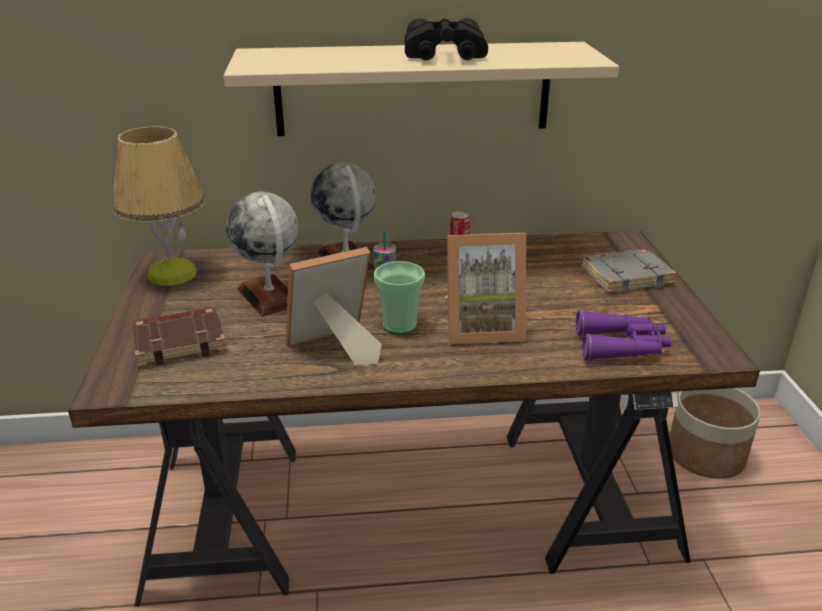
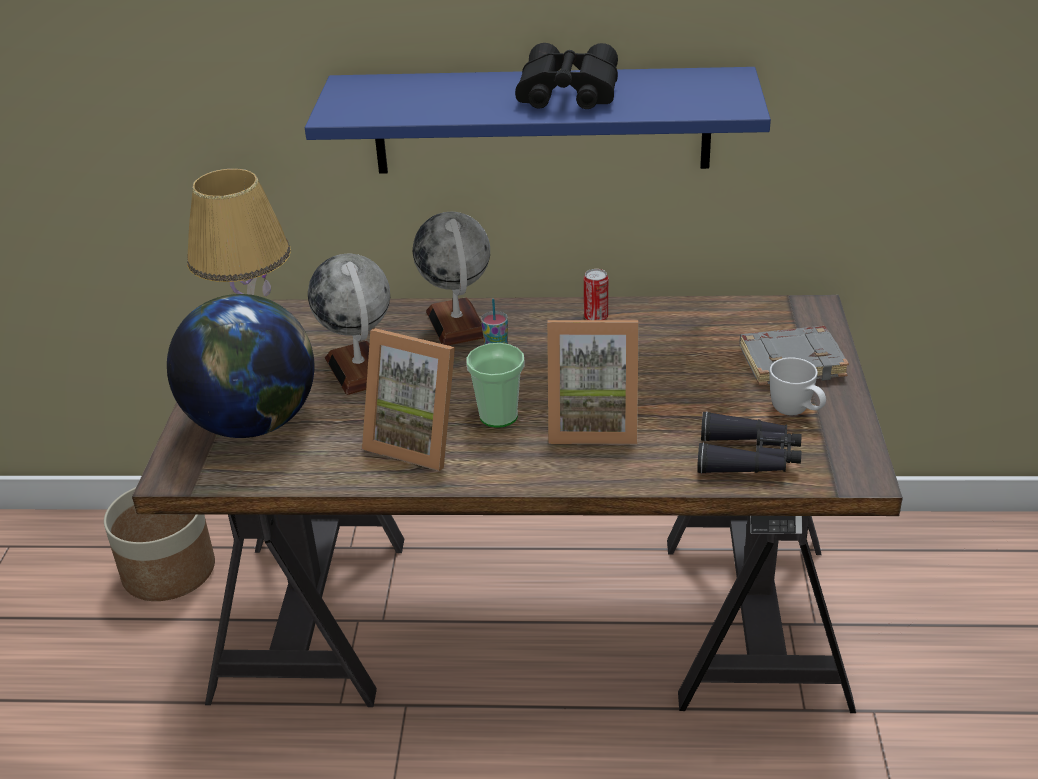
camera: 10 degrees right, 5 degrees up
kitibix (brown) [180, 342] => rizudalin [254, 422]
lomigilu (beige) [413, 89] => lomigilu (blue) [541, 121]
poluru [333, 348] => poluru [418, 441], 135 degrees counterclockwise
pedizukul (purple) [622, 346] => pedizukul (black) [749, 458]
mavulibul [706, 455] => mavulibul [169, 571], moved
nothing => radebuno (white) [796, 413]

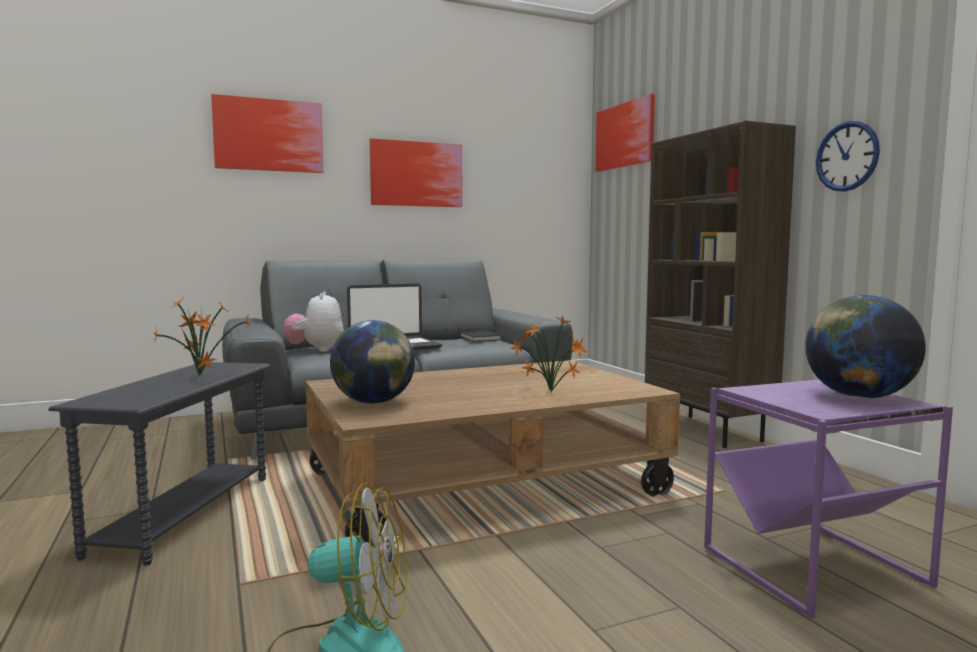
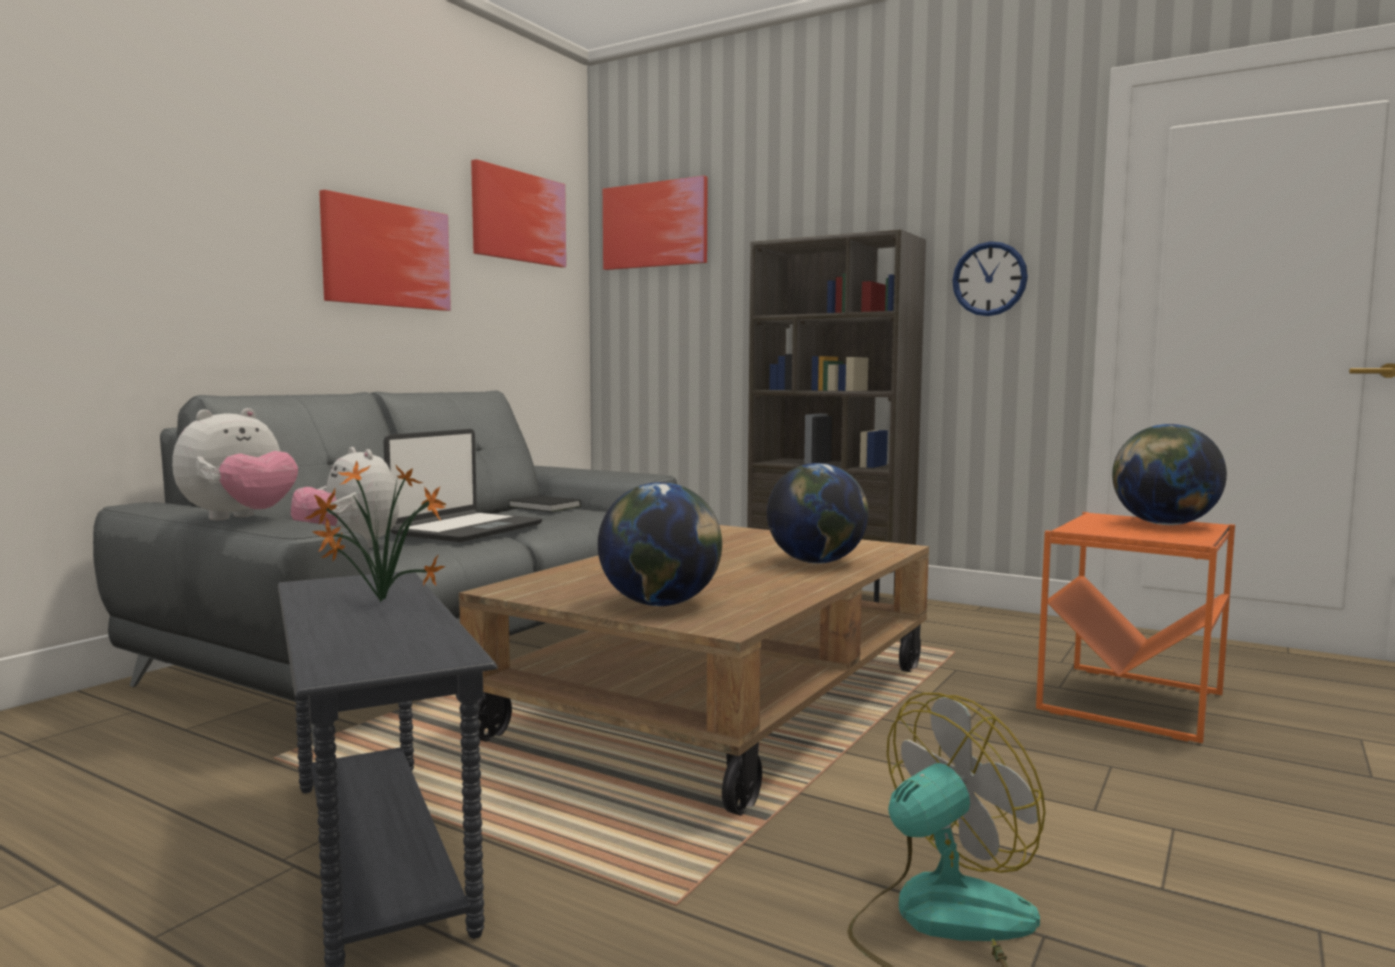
camera: 35 degrees left, 0 degrees up
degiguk [269, 135] => degiguk [519, 217], moved
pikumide [552, 392] => rizudalin [817, 562]
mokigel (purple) [815, 568] => mokigel (orange) [1133, 702]
nothing => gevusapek [240, 518]

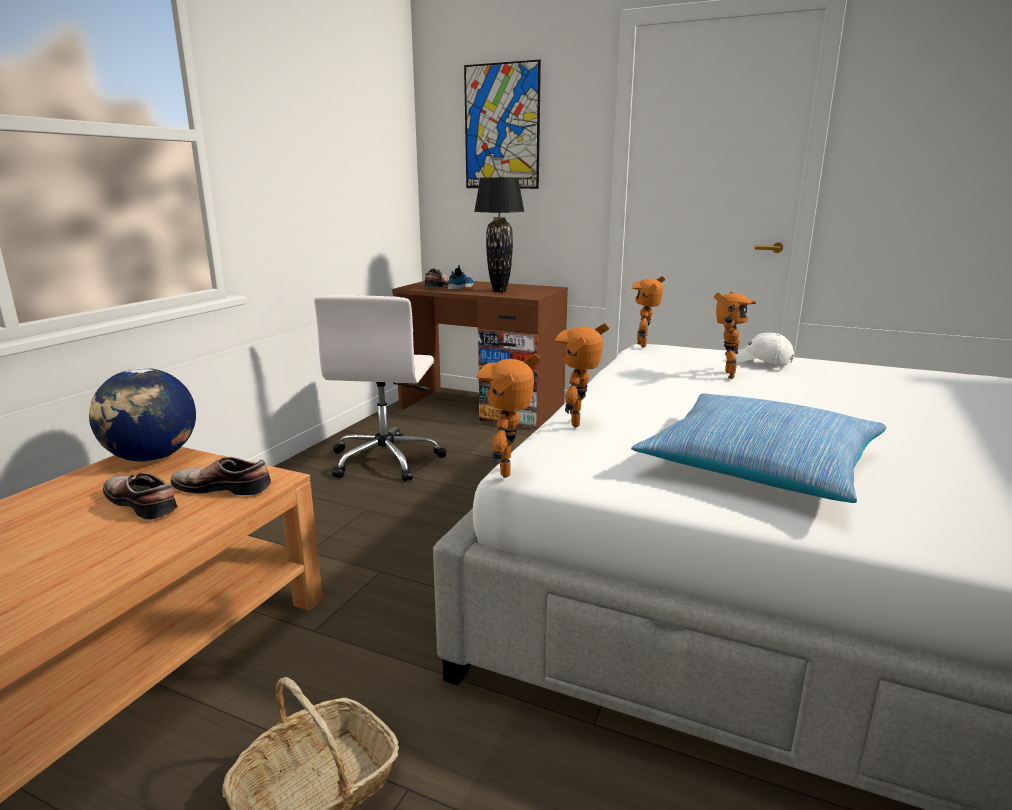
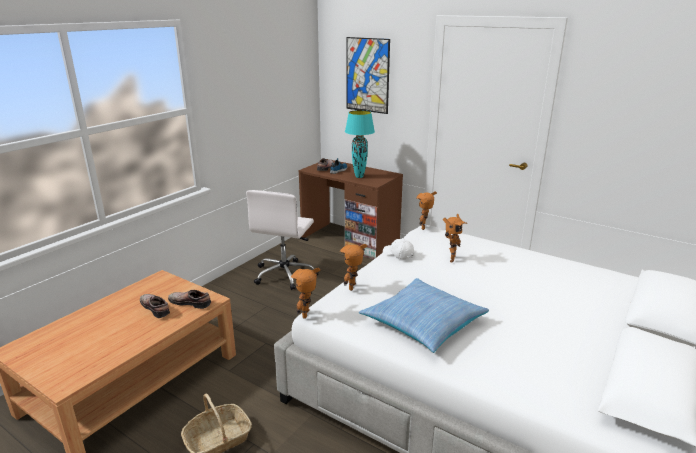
camera: 10 degrees right, 5 degrees up
rizudalin [152, 458] => nothing
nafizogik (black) [499, 291] => nafizogik (turquoise) [359, 176]
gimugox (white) [761, 362] => gimugox (white) [398, 254], moved

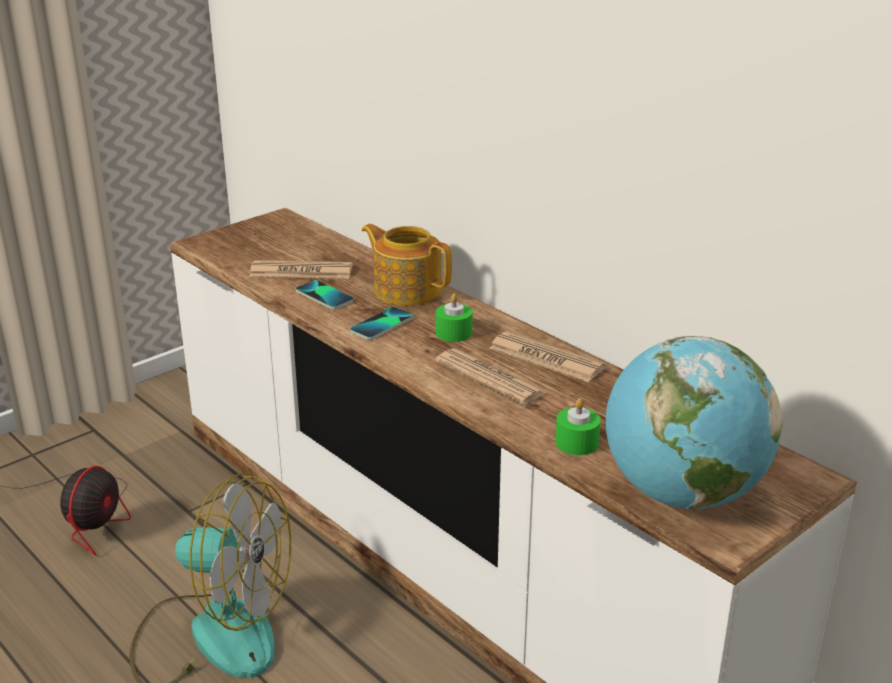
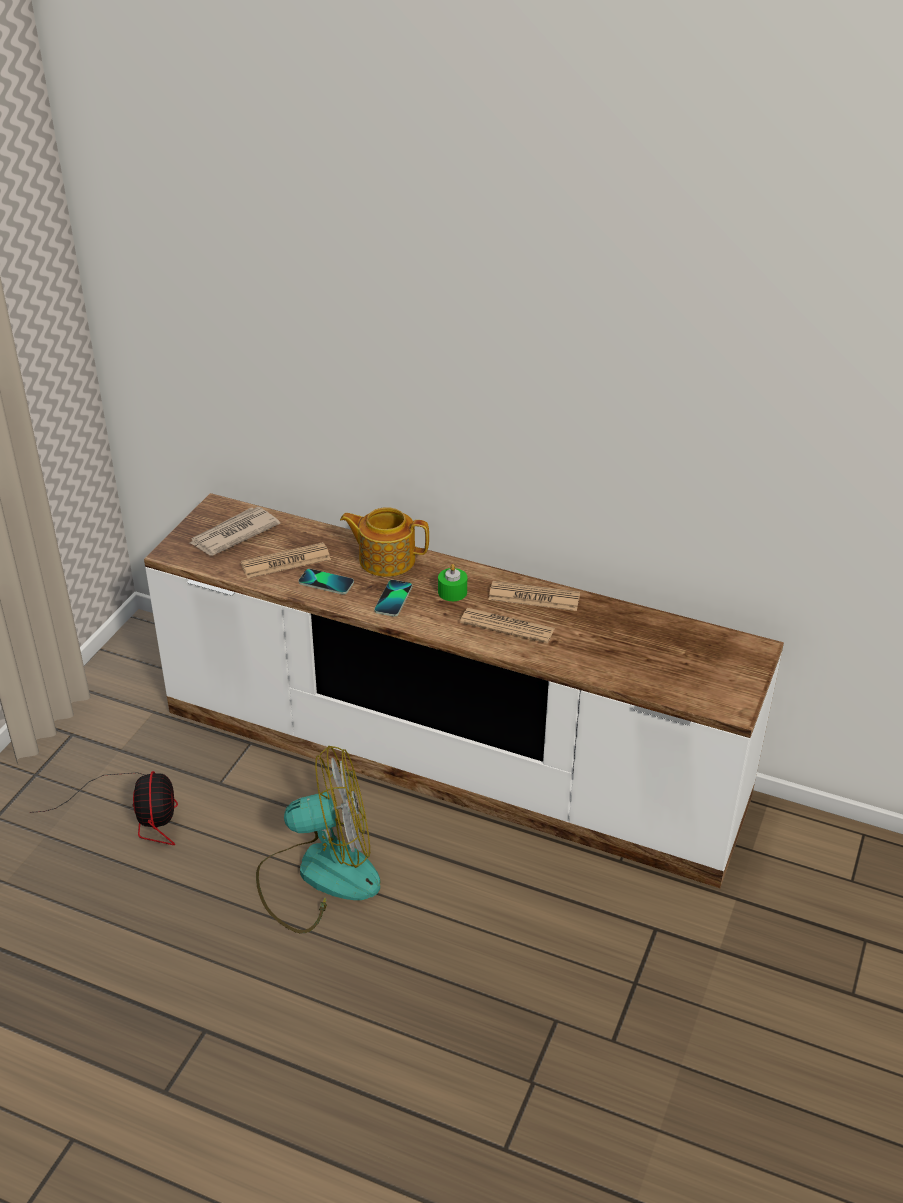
camera: 25 degrees left, 10 degrees up
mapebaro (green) [577, 442] => nothing
rizudalin [682, 494] => nothing
nothing => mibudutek [233, 534]

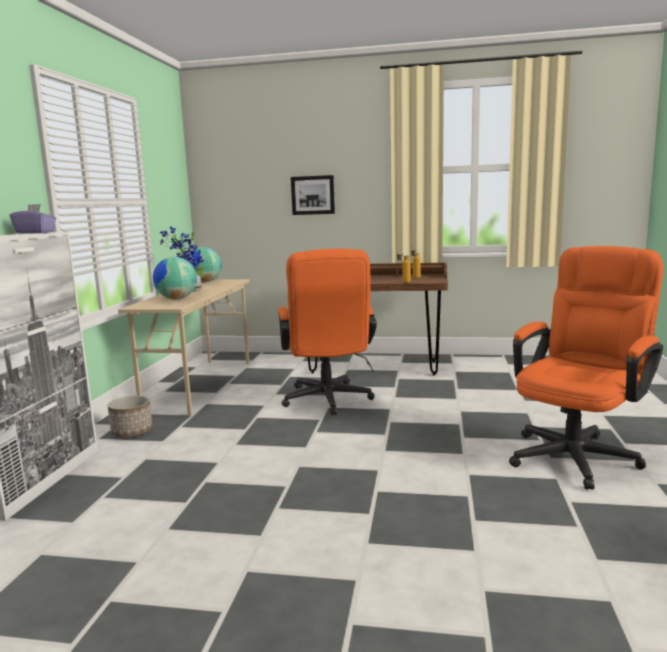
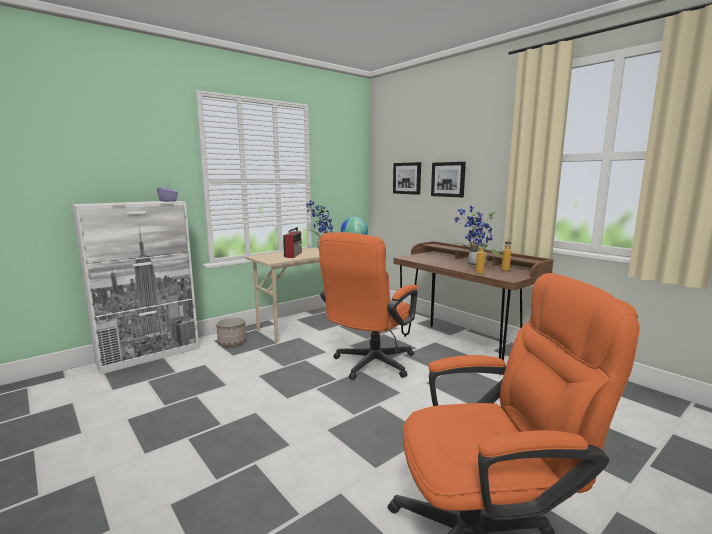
camera: 40 degrees right, 0 degrees up
rizudalin [176, 299] => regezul [293, 255]
nothing => degiguk [407, 178]
nothing => pikumide [475, 266]

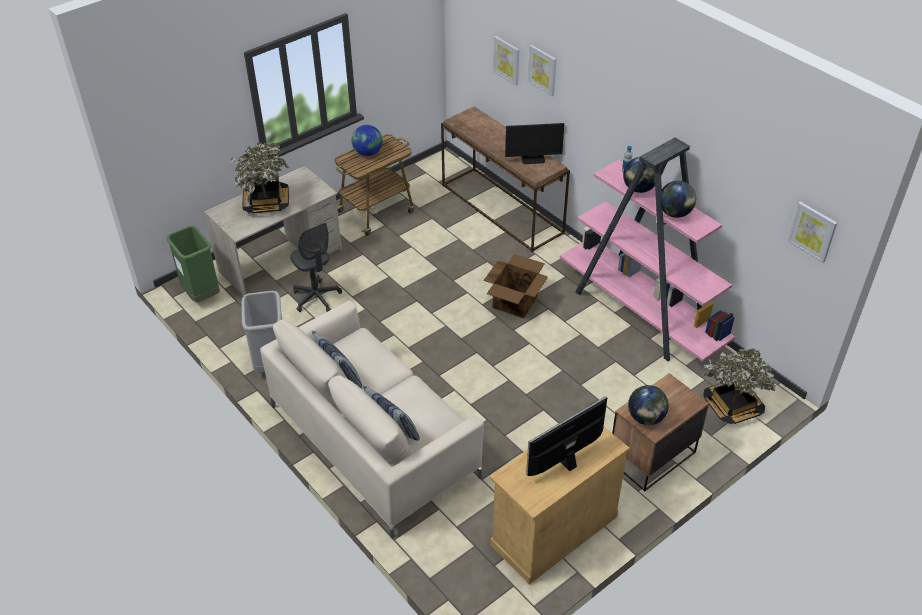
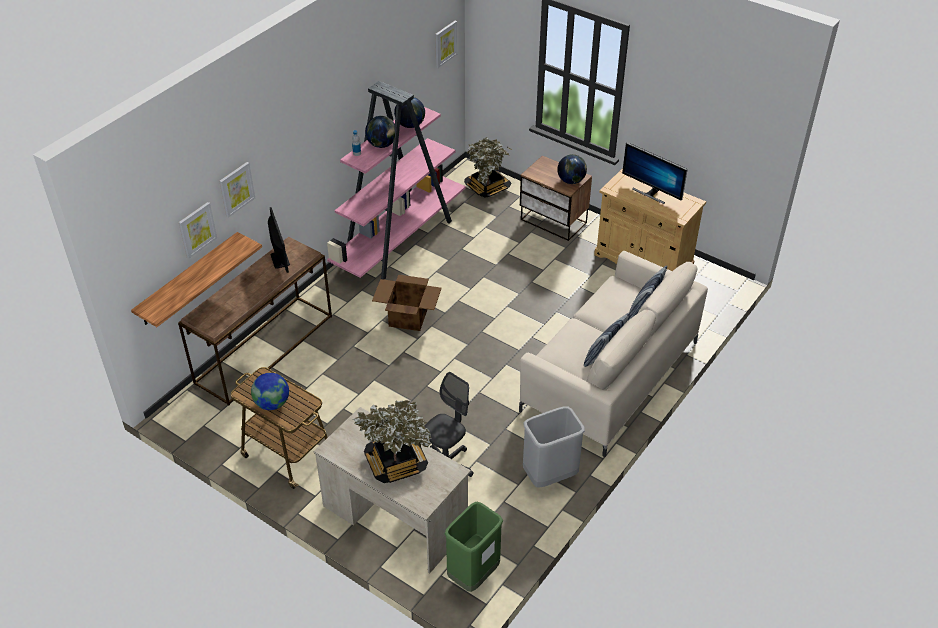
camera: 105 degrees left, 0 degrees up
nothing => lomigilu [188, 279]

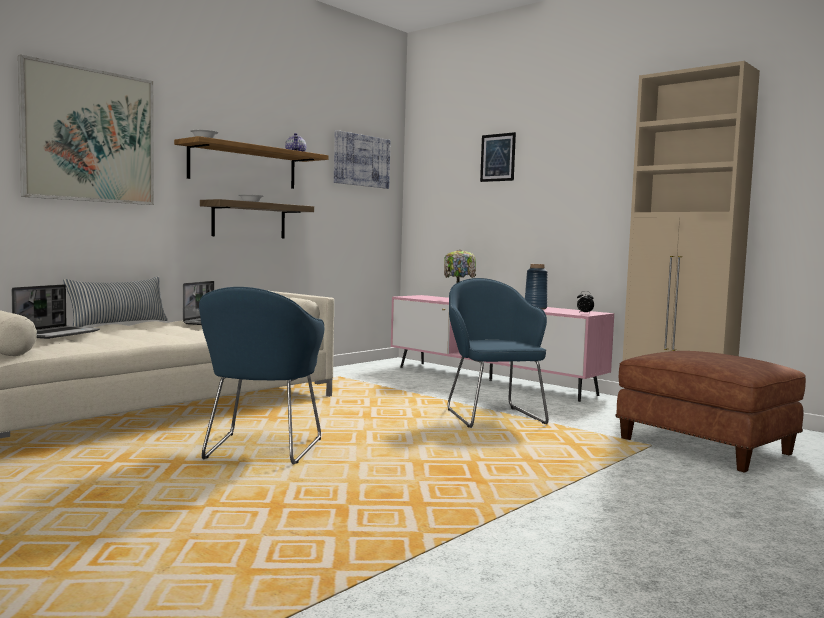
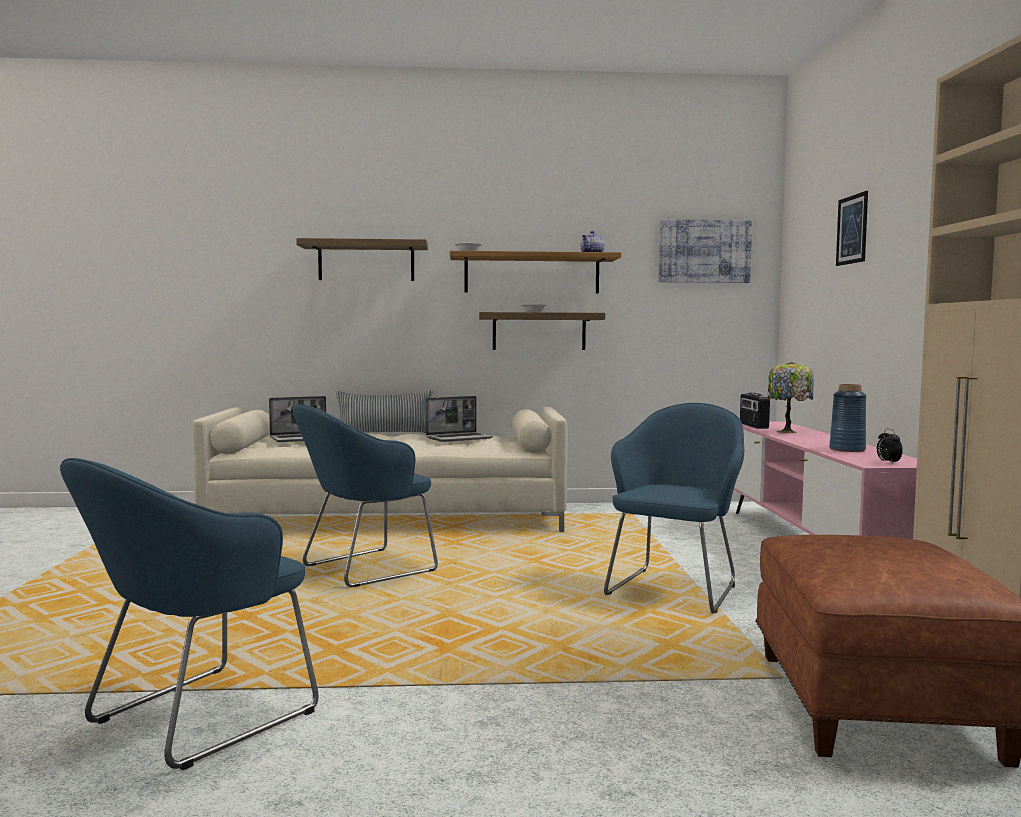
camera: 45 degrees right, 0 degrees up
degiguk [89, 136] => lomigilu [366, 261]
nothing => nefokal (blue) [193, 720]
nothing => regezul [753, 426]

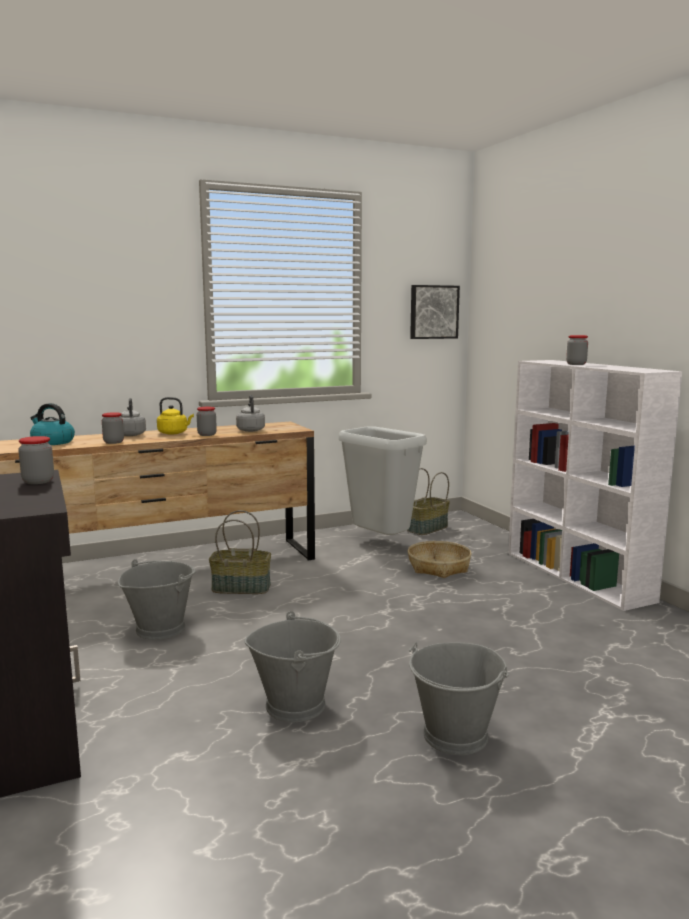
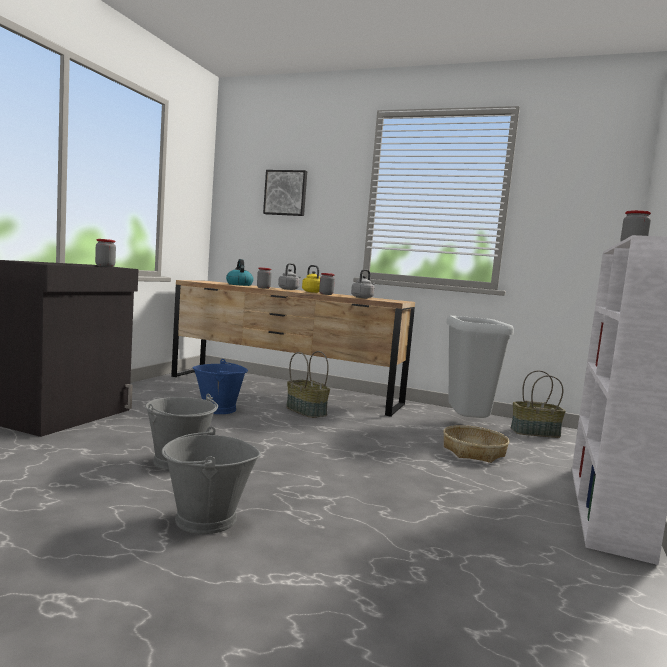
camera: 45 degrees right, 5 degrees down
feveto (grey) [160, 628] => feveto (blue) [219, 409]
degiguk [433, 312] => degiguk [286, 193], moved

